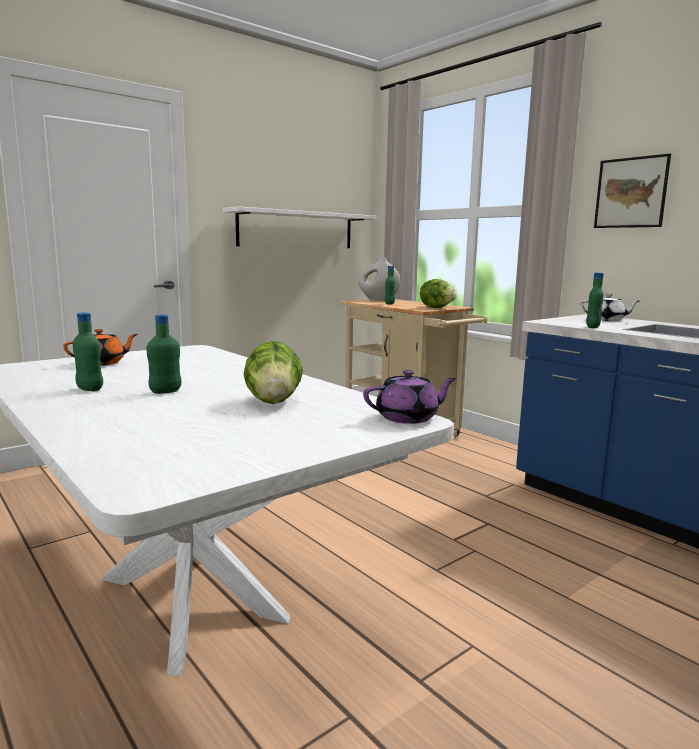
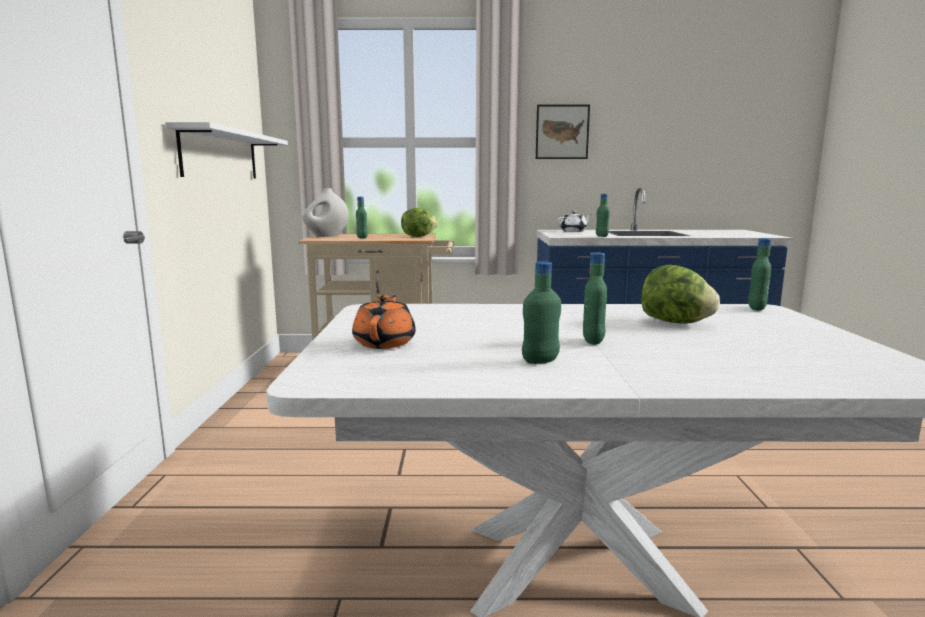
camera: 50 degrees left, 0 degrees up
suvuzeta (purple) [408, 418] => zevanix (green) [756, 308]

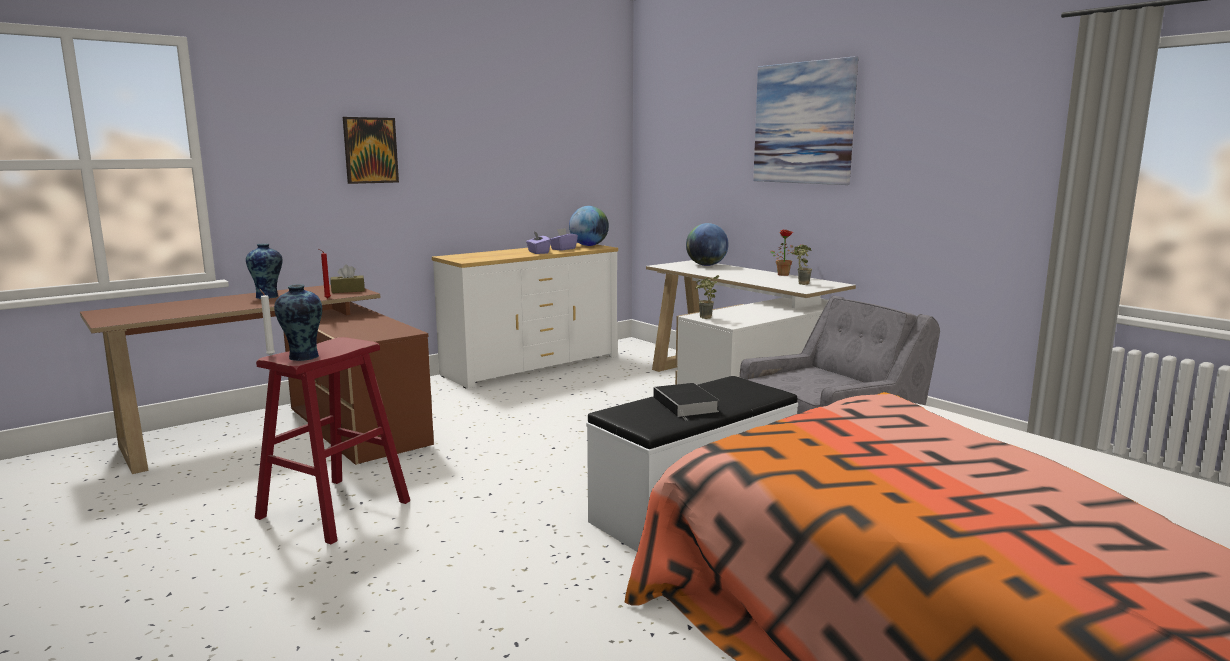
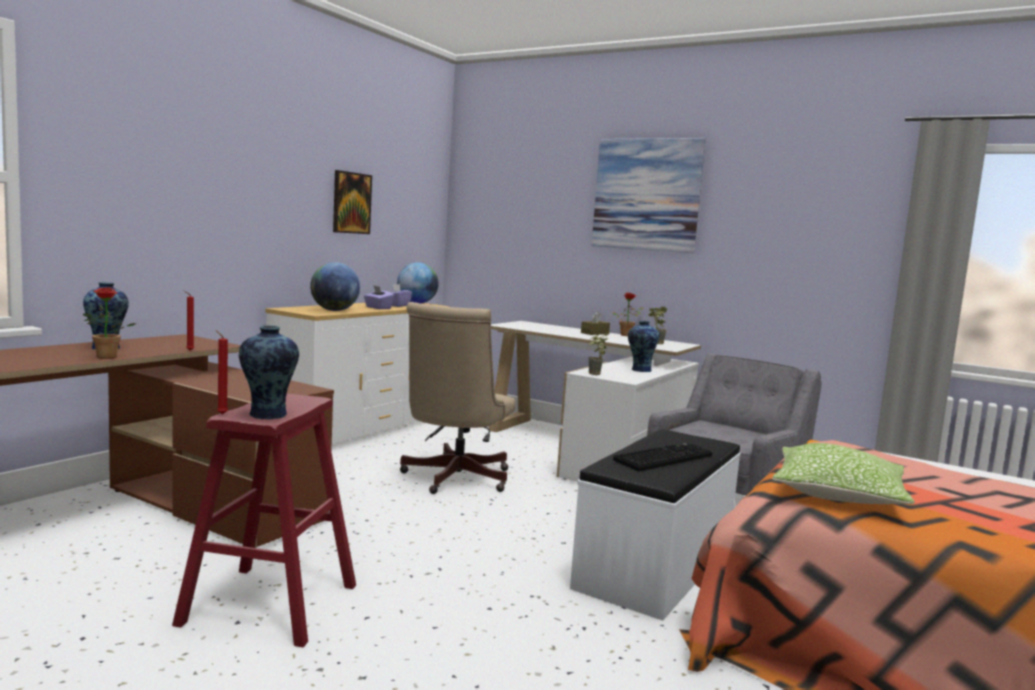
camera: 20 degrees left, 5 degrees down
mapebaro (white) [270, 355] => mapebaro (red) [220, 414]
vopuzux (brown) [348, 290] => vopuzux (brown) [595, 333], moved
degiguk [370, 150] => degiguk [351, 203], moved
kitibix [687, 405] => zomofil [663, 458]
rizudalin [706, 265] => rizudalin [334, 310], moved
nothing => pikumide [105, 358]
nothing => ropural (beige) [453, 479]
nothing => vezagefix [640, 370]
nothing => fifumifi [838, 494]

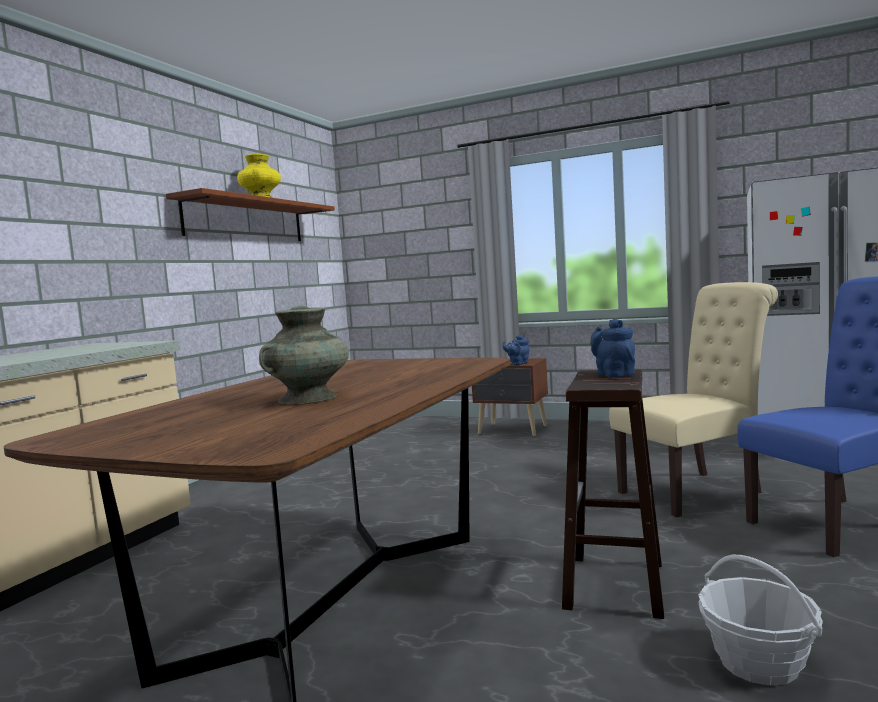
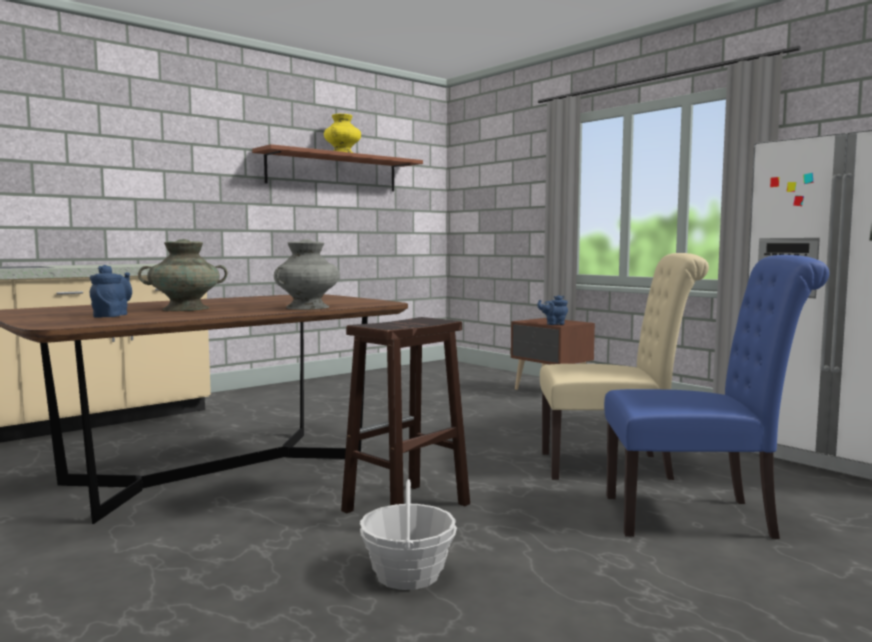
camera: 25 degrees right, 0 degrees up
suvuzeta (blue) [613, 374] => suvuzeta (blue) [112, 316], moved
nothing => vezagefix (grey) [308, 307]

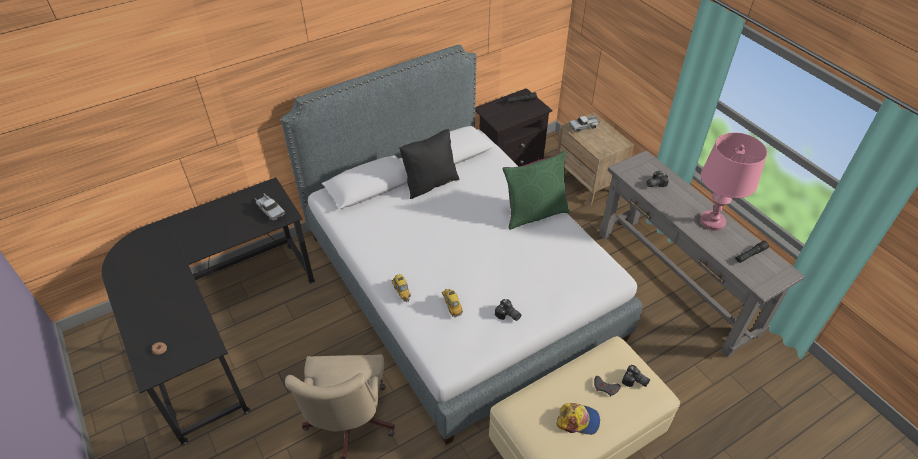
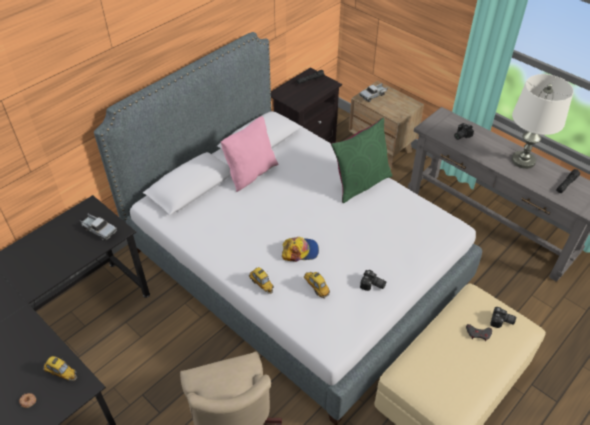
camera: 15 degrees left, 0 degrees up
fifumifi (black) [430, 183] => fifumifi (pink) [250, 173]
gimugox [578, 420] => gimugox [300, 251], moved
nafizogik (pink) [712, 221] => nafizogik (white) [523, 161]
nothing => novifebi [61, 373]

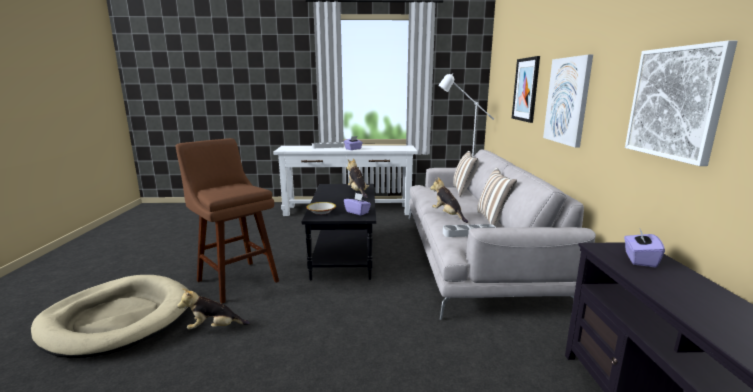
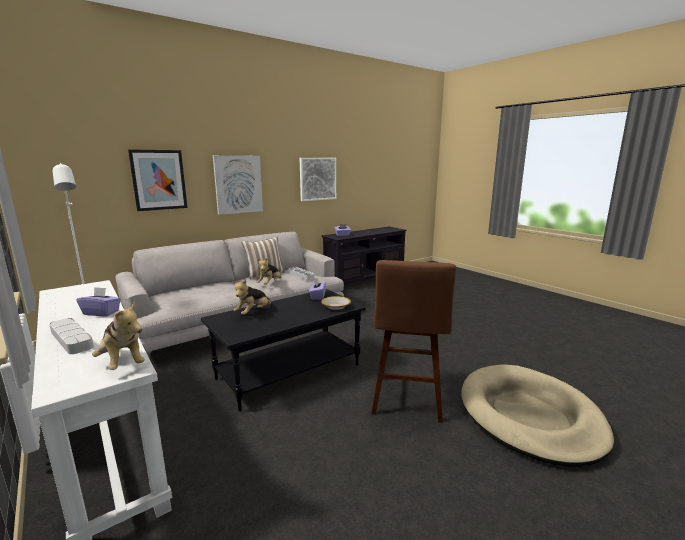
camera: 125 degrees left, 0 degrees up
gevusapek [214, 328] => gevusapek [122, 363], moved
fifumifi [464, 191] => nothing

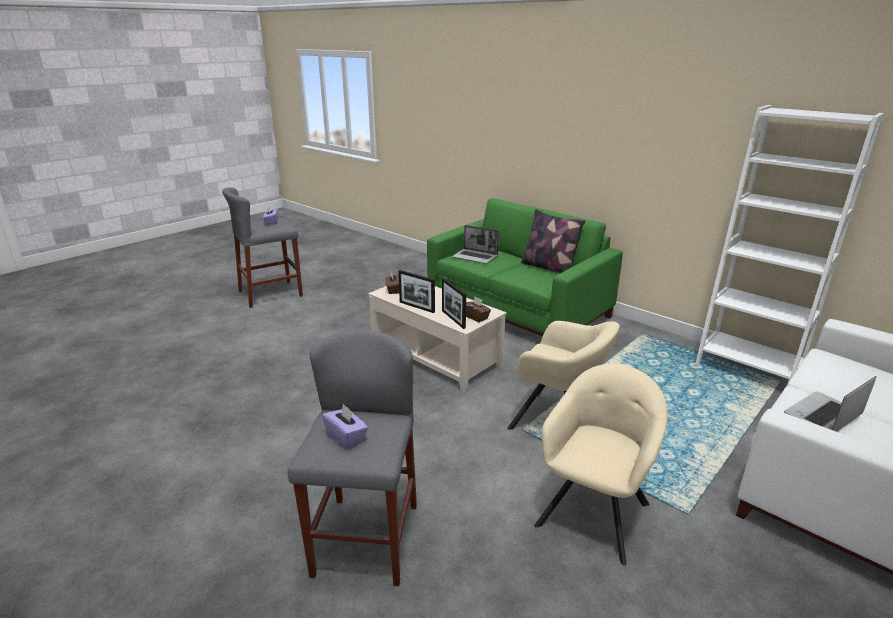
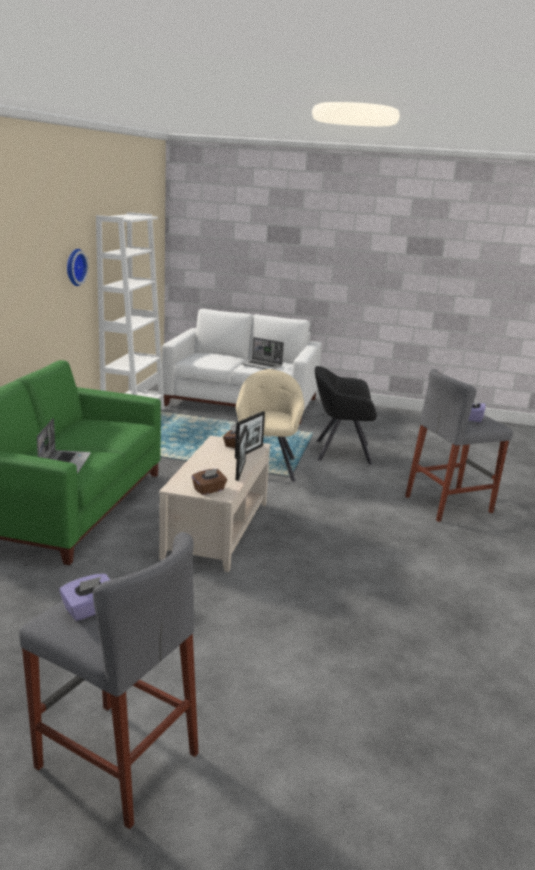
camera: 120 degrees left, 5 degrees down
fifumifi [548, 268] => nothing
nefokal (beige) [594, 511] => nefokal (black) [340, 451]
nothing => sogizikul [74, 267]

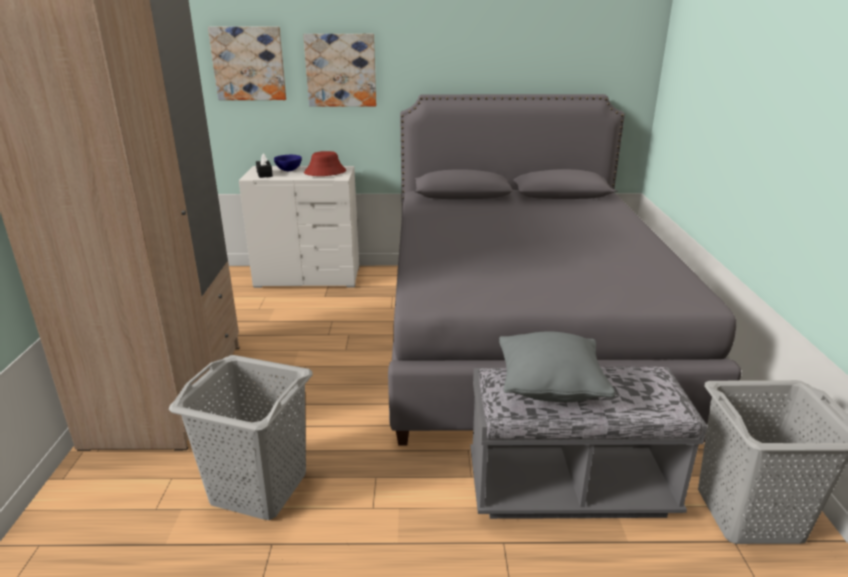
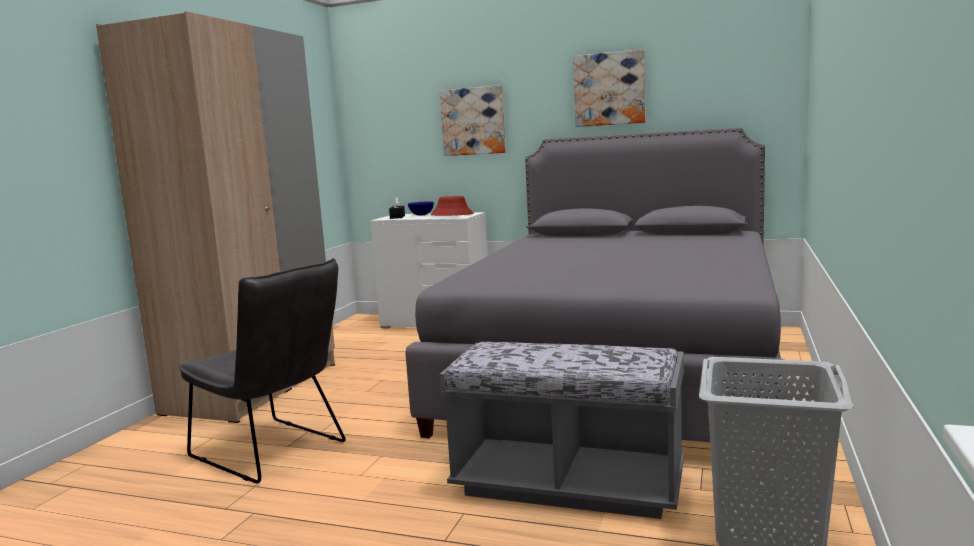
camera: 20 degrees right, 15 degrees down
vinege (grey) [259, 489] => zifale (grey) [274, 452]
degiguk [249, 63] => degiguk [609, 89], moved
fifumifi (grey) [550, 388] => nothing

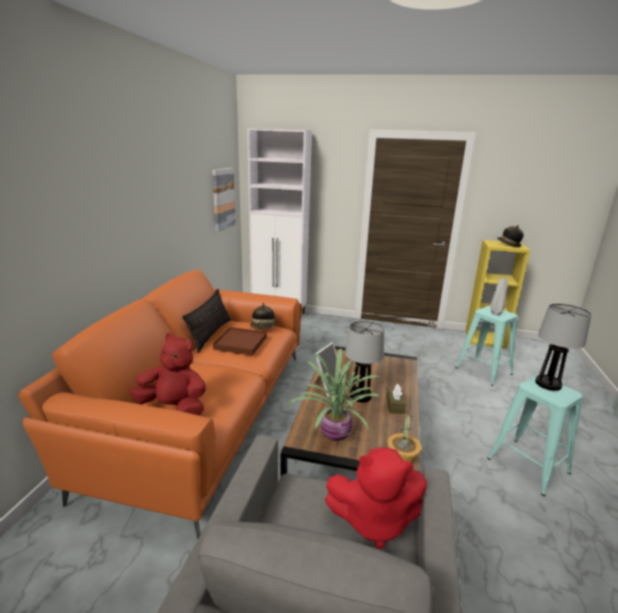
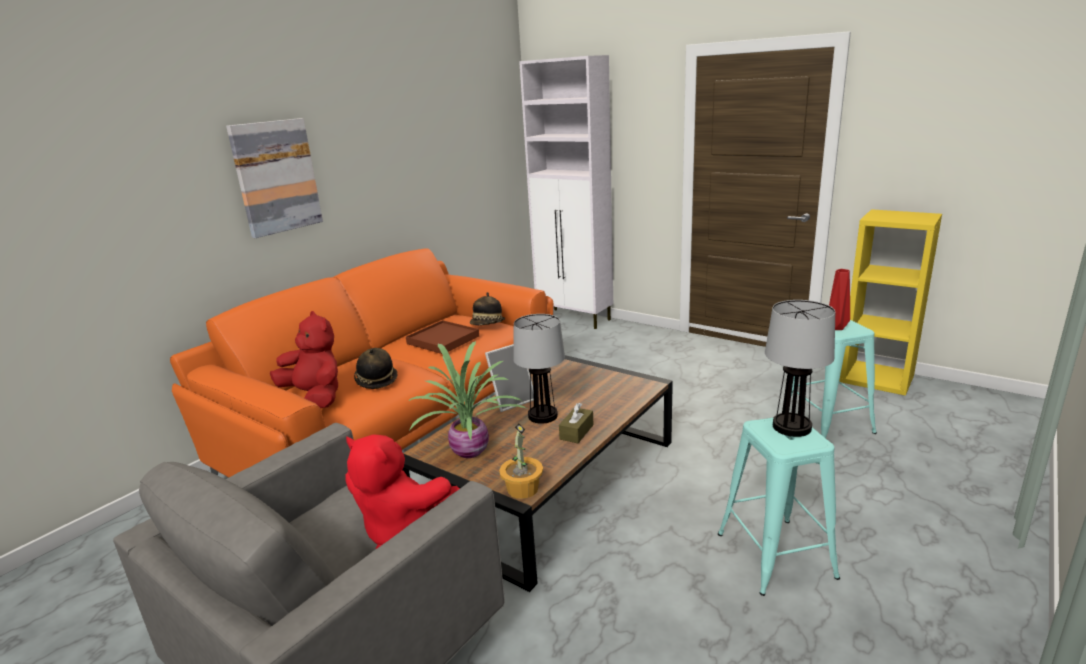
camera: 25 degrees right, 0 degrees up
fifumifi [210, 334] => nothing
degiguk [223, 198] => degiguk [276, 177], moved
vezagefix (grey) [496, 314] => vezagefix (red) [836, 328]
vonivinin [508, 245] => vonivinin [376, 380], moved

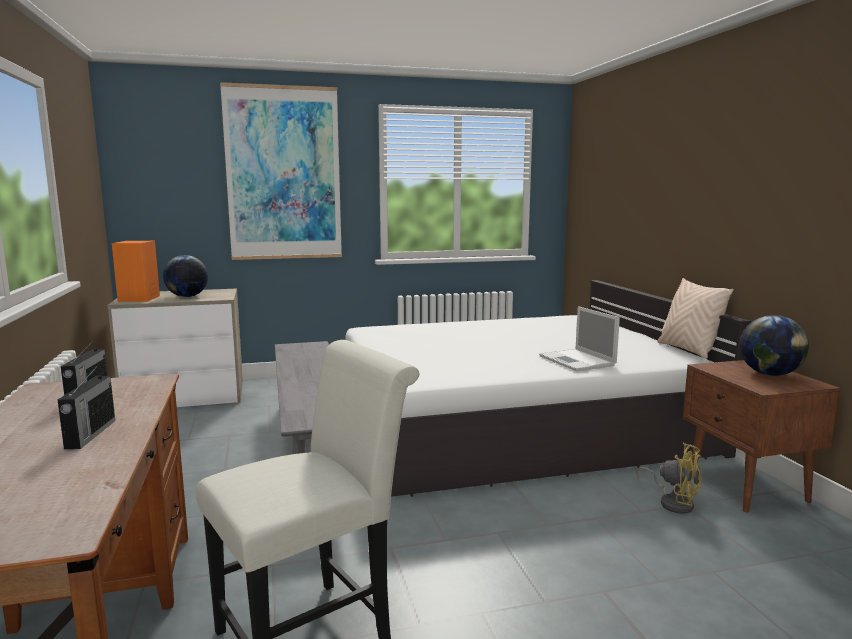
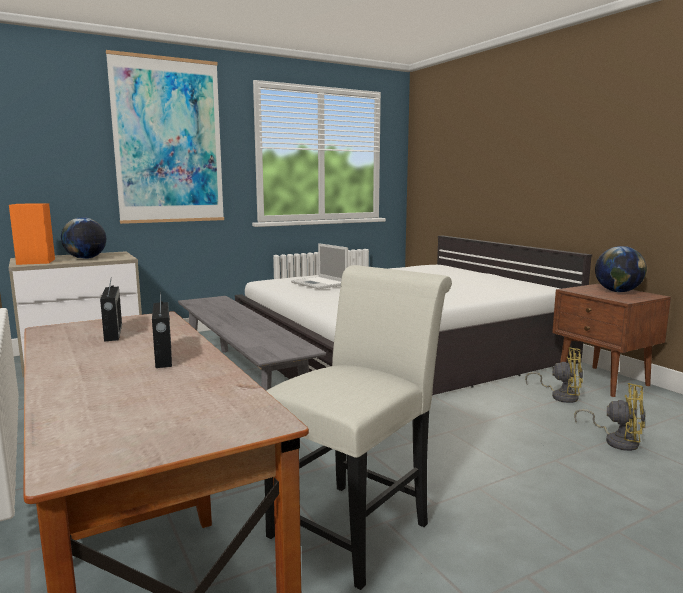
camera: 15 degrees left, 0 degrees up
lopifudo [578, 361] => lopifudo [320, 283], moved
fifumifi (beige) [688, 350] => nothing
nothing => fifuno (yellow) [617, 441]

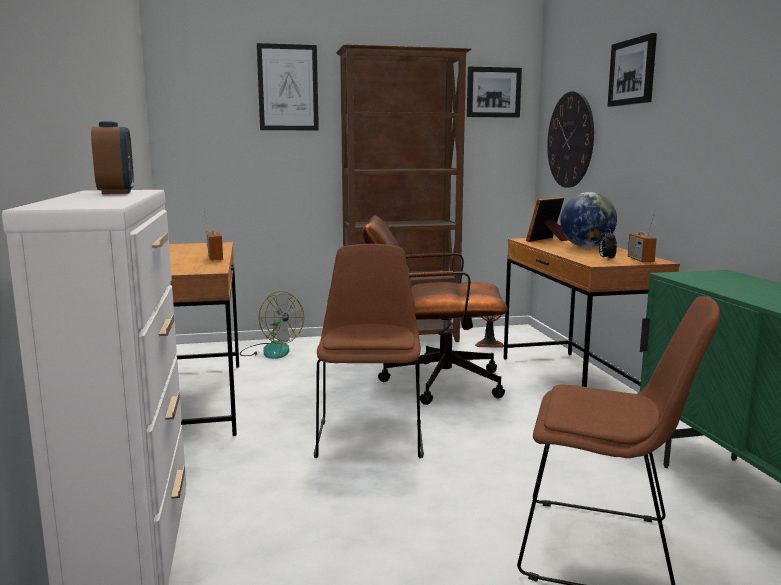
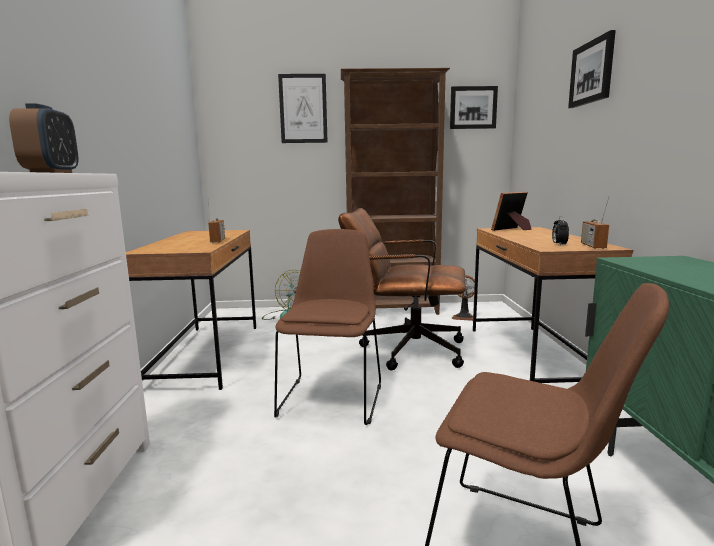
camera: 10 degrees right, 0 degrees up
sogizikul [570, 140] => nothing
rizudalin [586, 247] => nothing

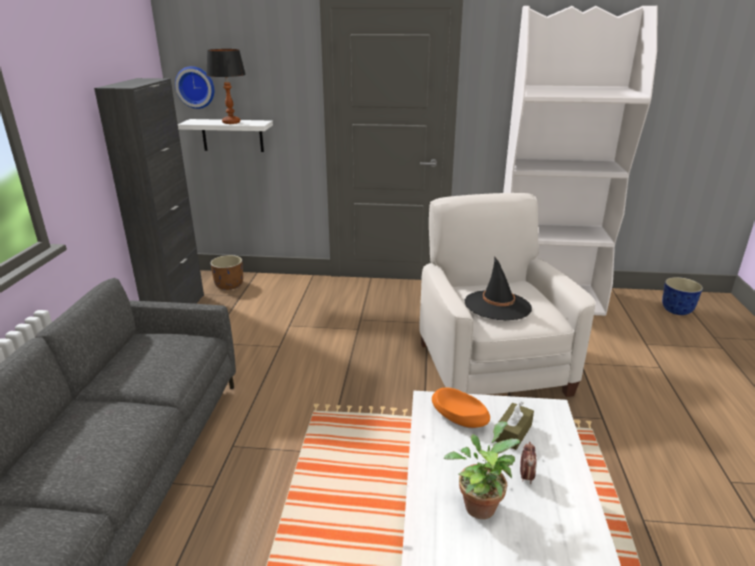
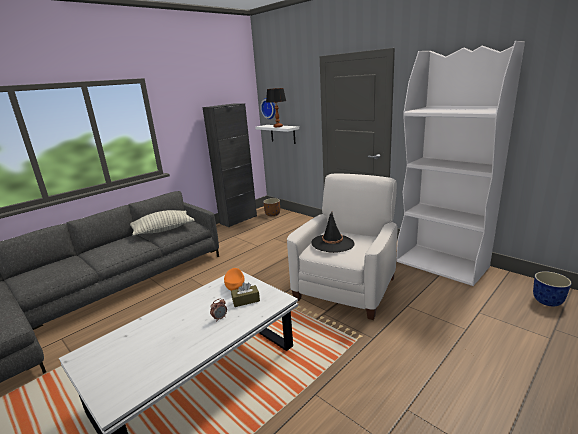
camera: 40 degrees right, 5 degrees down
pikumide [479, 504] => nothing
nothing => fifumifi [163, 230]

